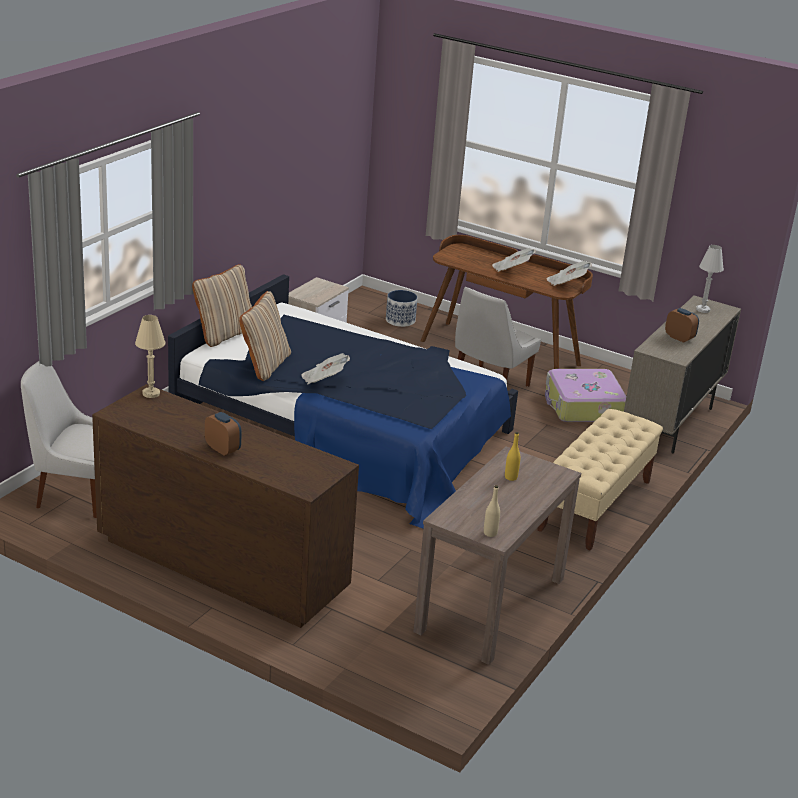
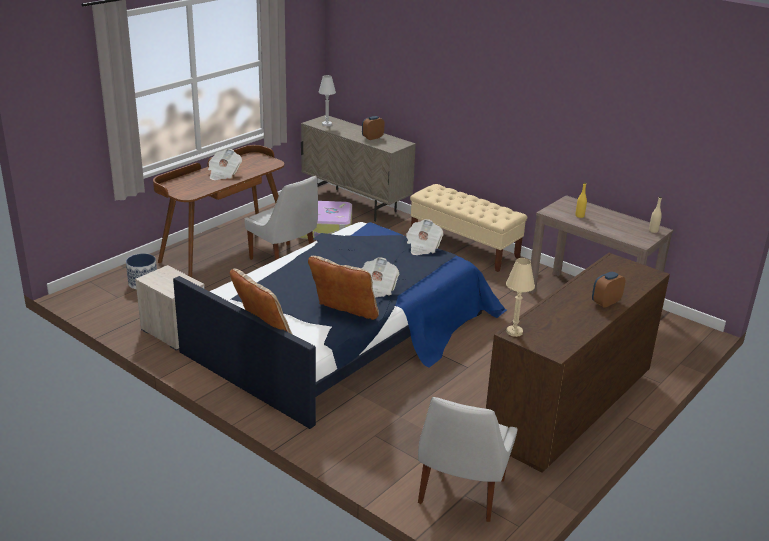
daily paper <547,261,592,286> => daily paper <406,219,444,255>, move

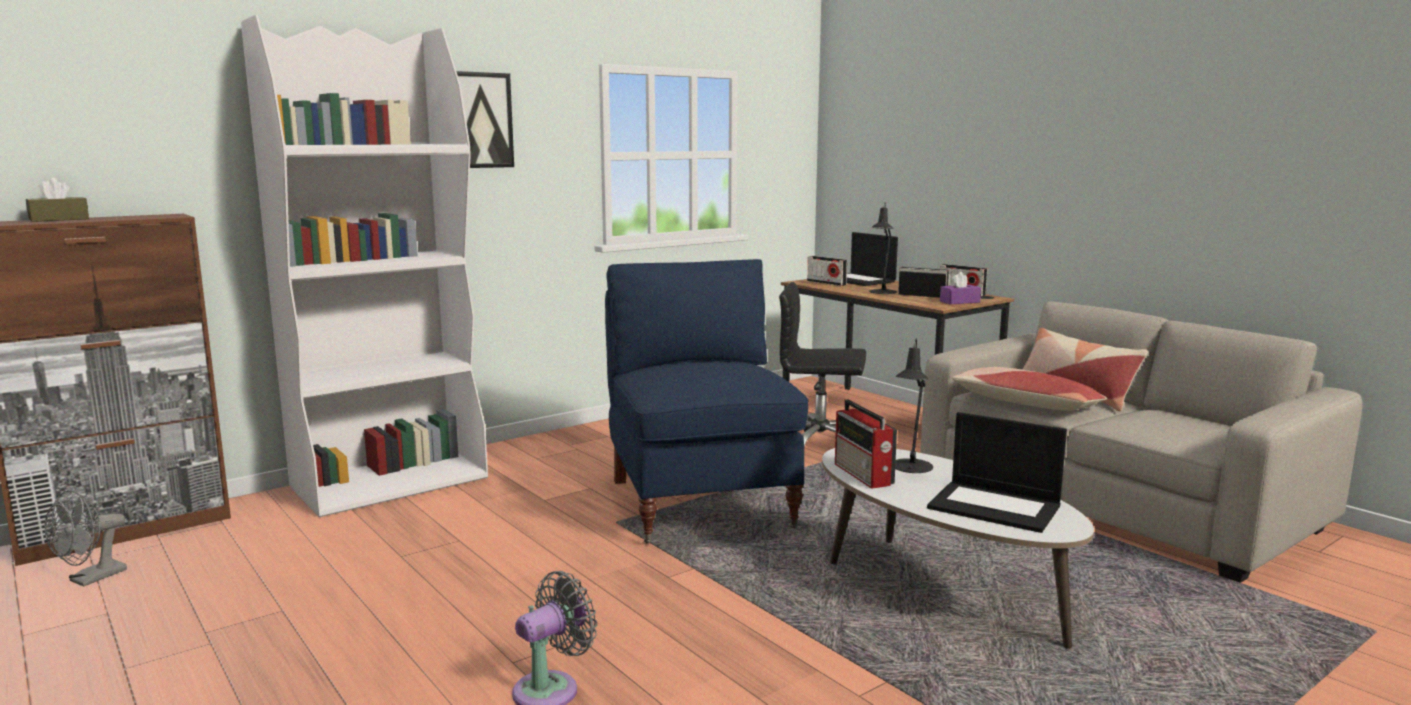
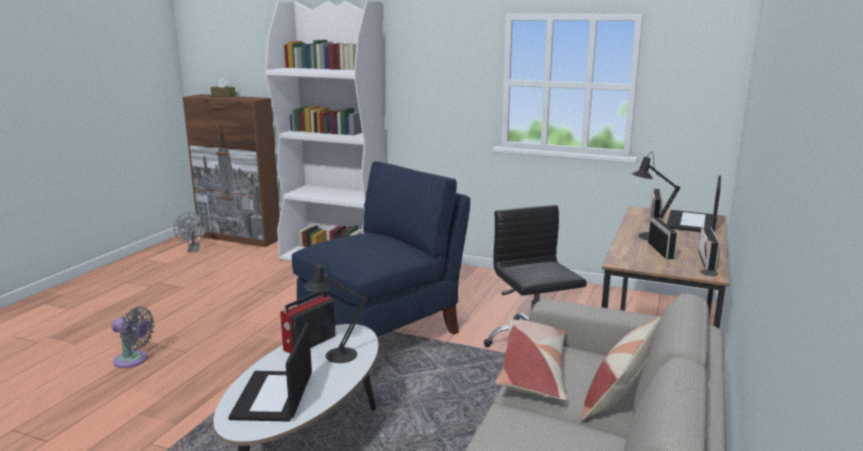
greyish cooling fan <45,490,127,586> => greyish cooling fan <174,212,207,252>, 105 degrees counterclockwise
wall art <456,71,514,168> => nothing
purplish tissue box <940,272,981,304> => nothing

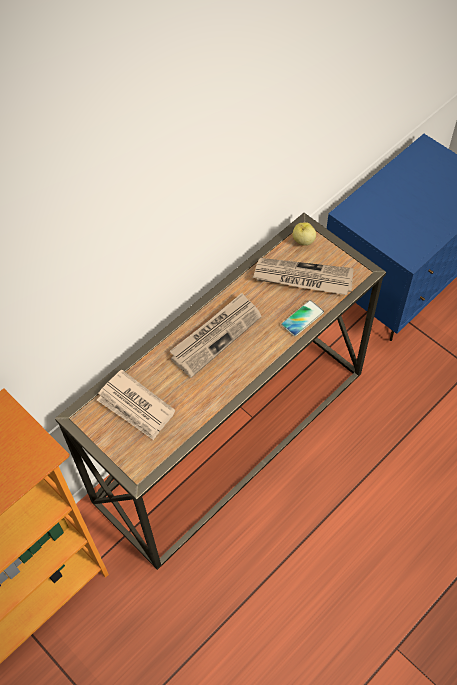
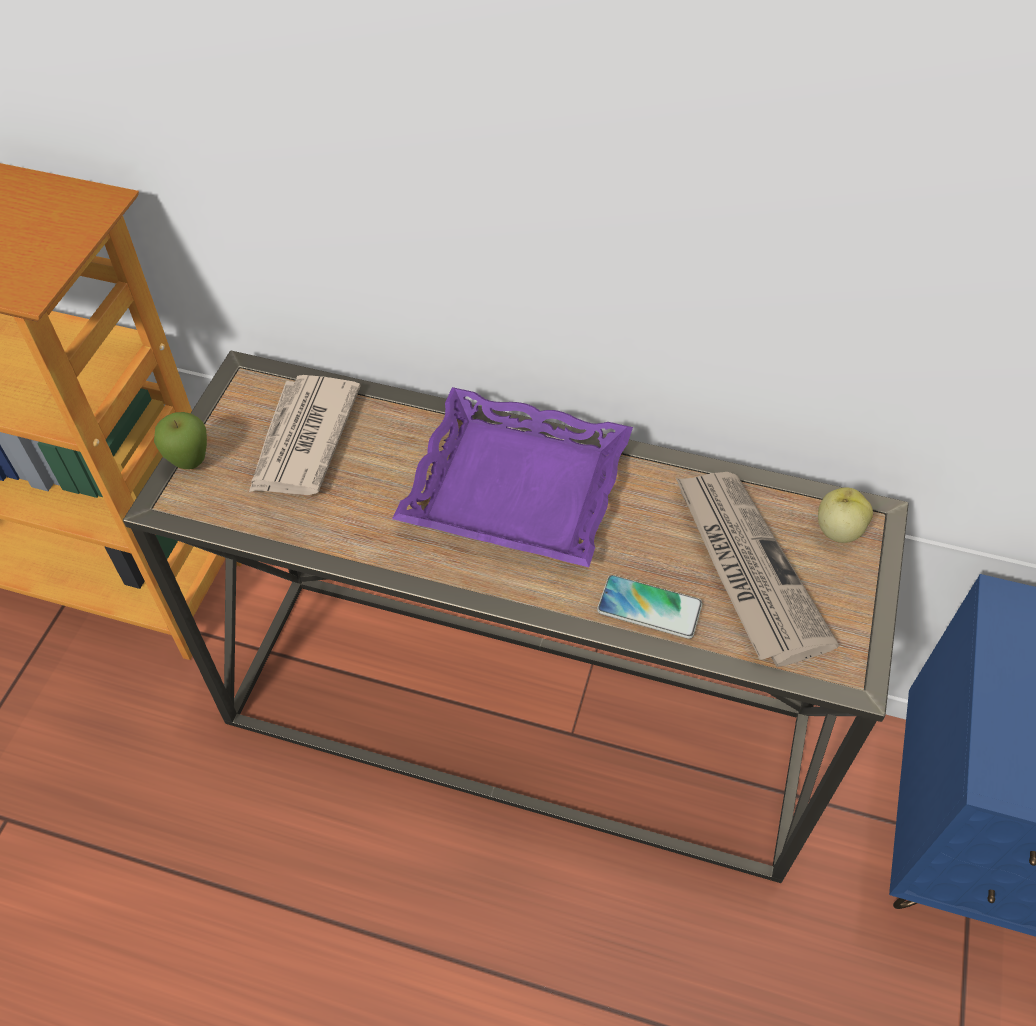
daily paper <169,293,262,378> => purplish tray <392,387,633,567>
nothing => whole apple <154,412,207,469>

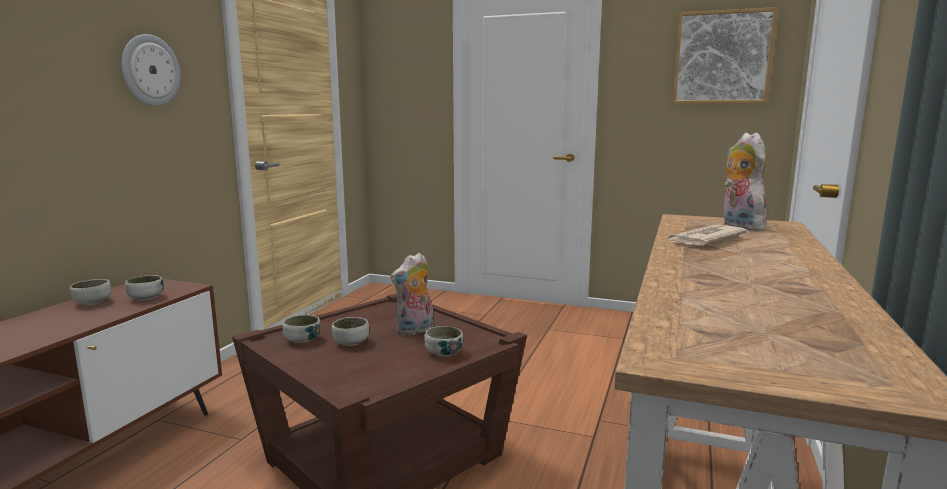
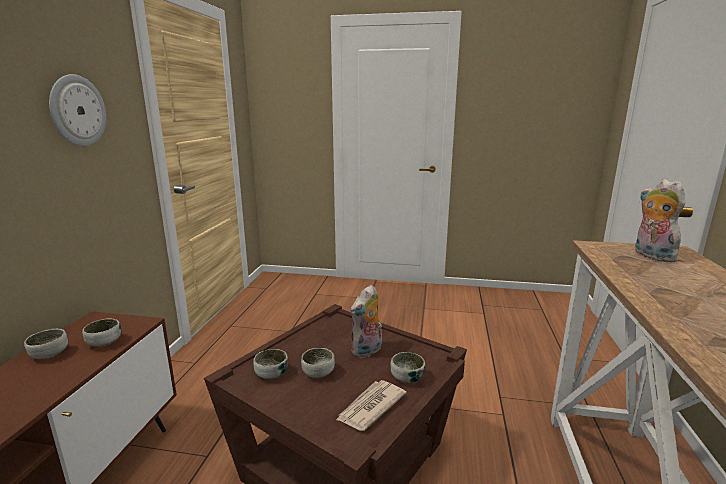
daily paper <668,225,747,246> => daily paper <336,380,406,431>, move
wall art <672,7,778,104> => nothing

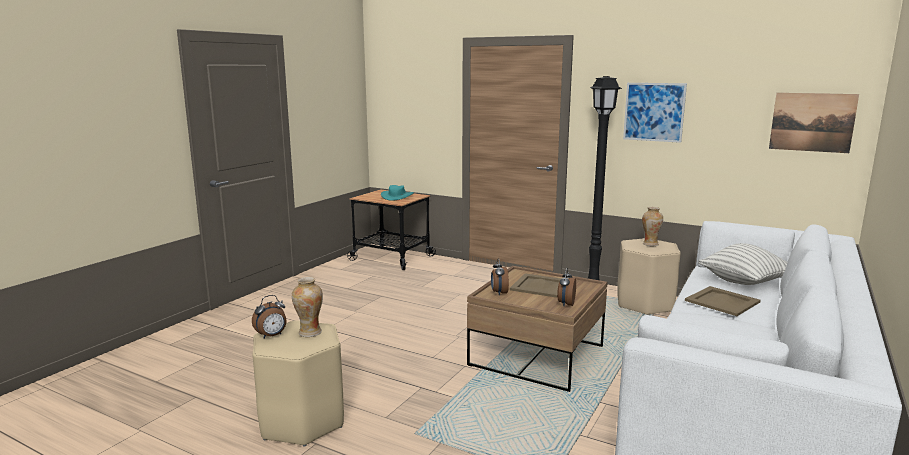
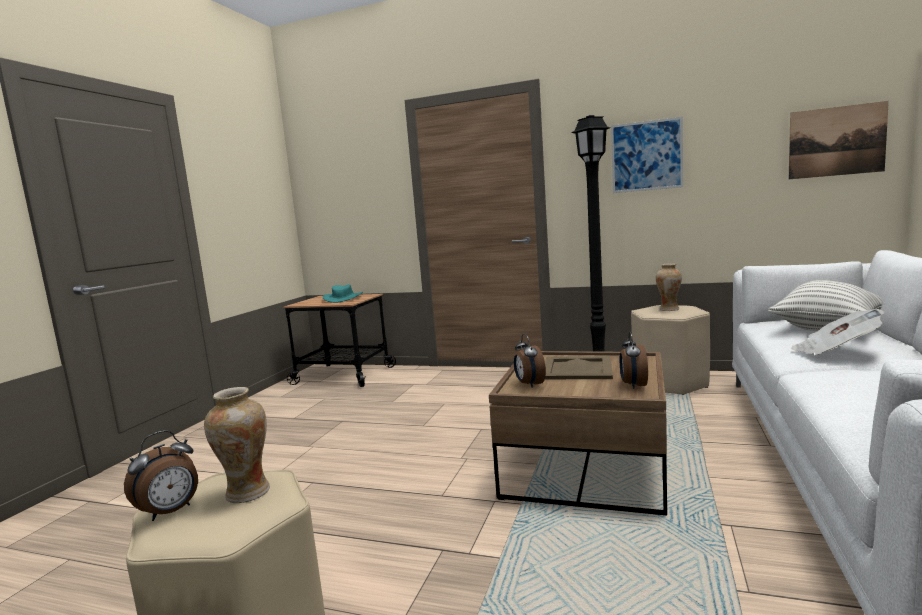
sand-coloured tray <685,286,761,316> => daily paper <791,309,885,355>

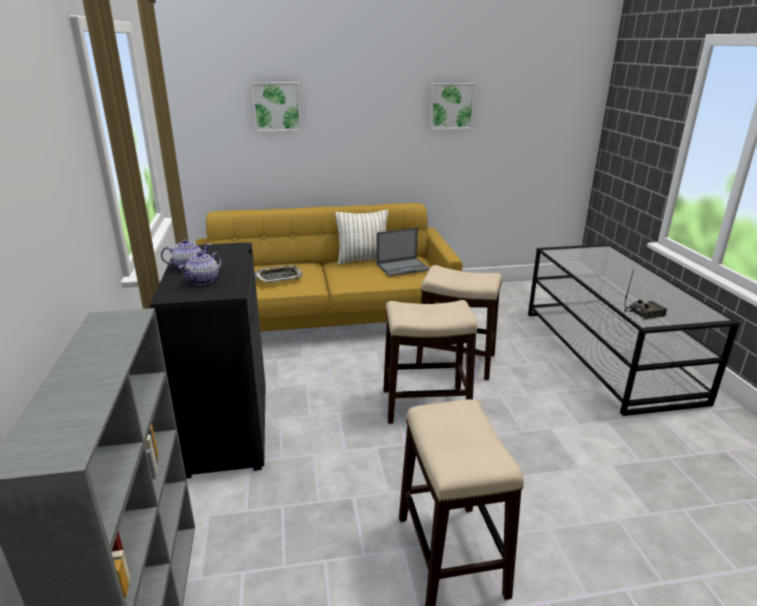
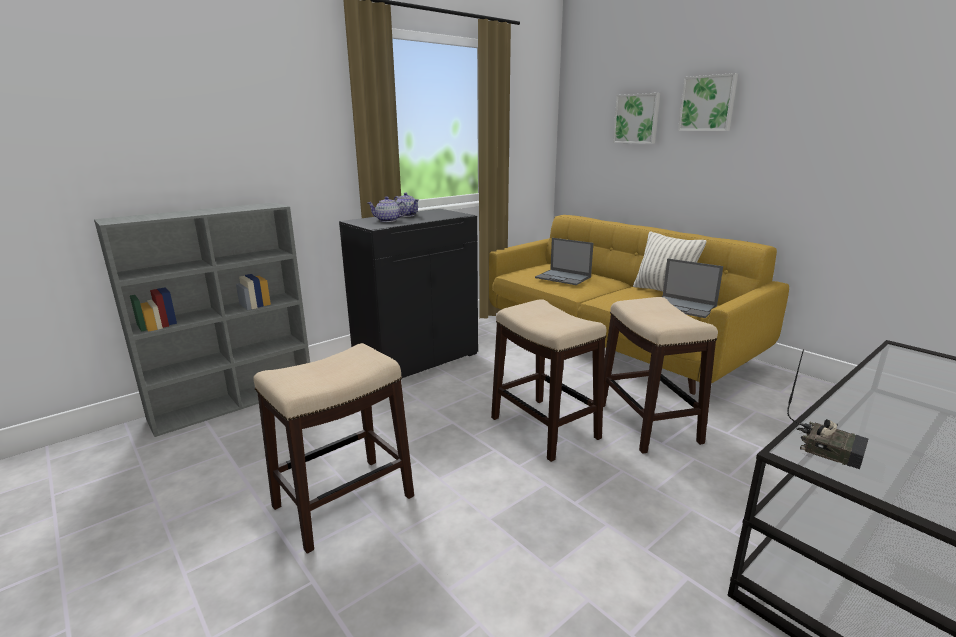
tray <255,265,303,283> => laptop <535,238,593,285>
wall art <430,83,475,130> => wall art <678,73,738,131>, move

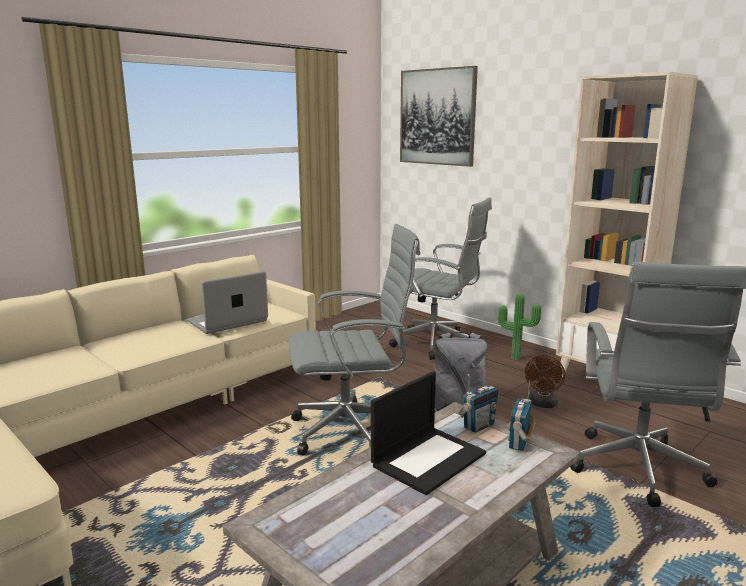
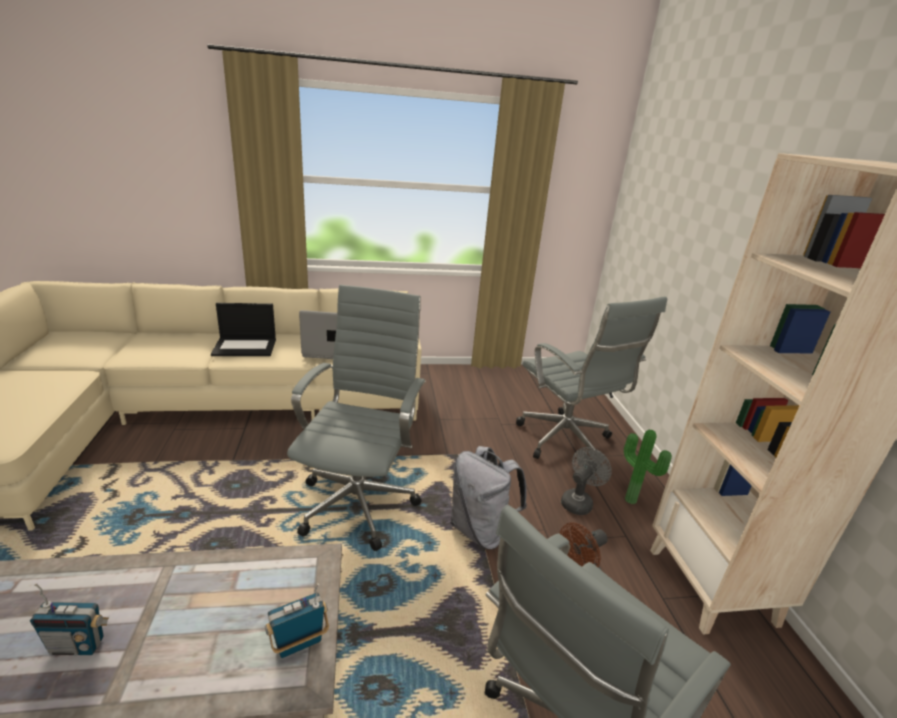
greyish desk chair <289,224,420,455> => greyish desk chair <287,285,426,551>, 105 degrees counterclockwise
laptop <371,371,486,495> => laptop <211,303,276,356>, move
wall art <400,66,478,167> => nothing
radio <459,374,498,433> => radio <30,583,109,655>, move
nothing => greyish cooling fan <561,447,612,515>

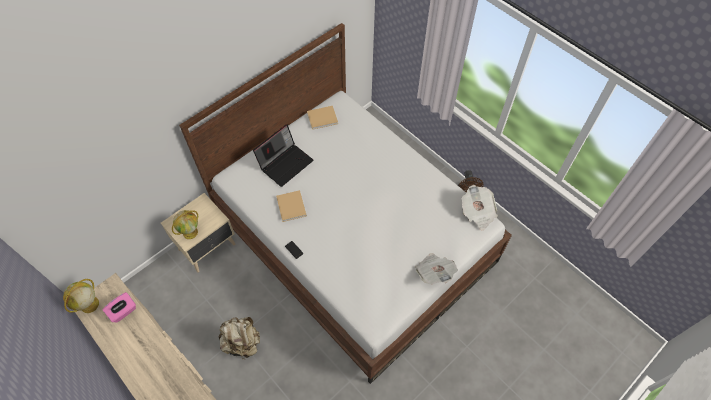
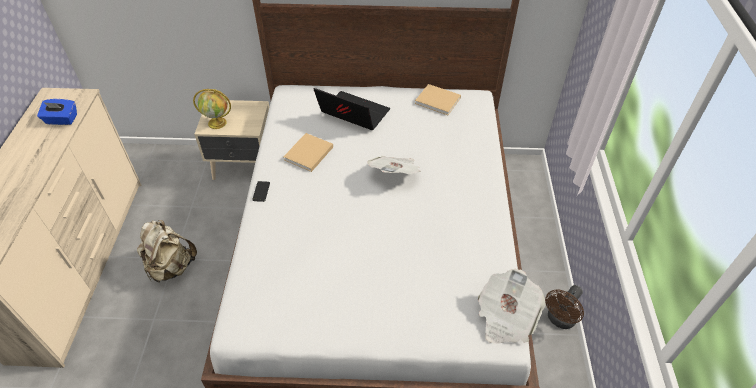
world globe <63,279,99,313> => nothing
pink-coloured tissue box <102,292,136,322> => blue-coloured tissue box <37,99,77,125>
laptop <253,124,313,187> => laptop <314,88,390,130>, 150 degrees counterclockwise
daily paper <415,253,458,284> => daily paper <367,156,421,174>, move

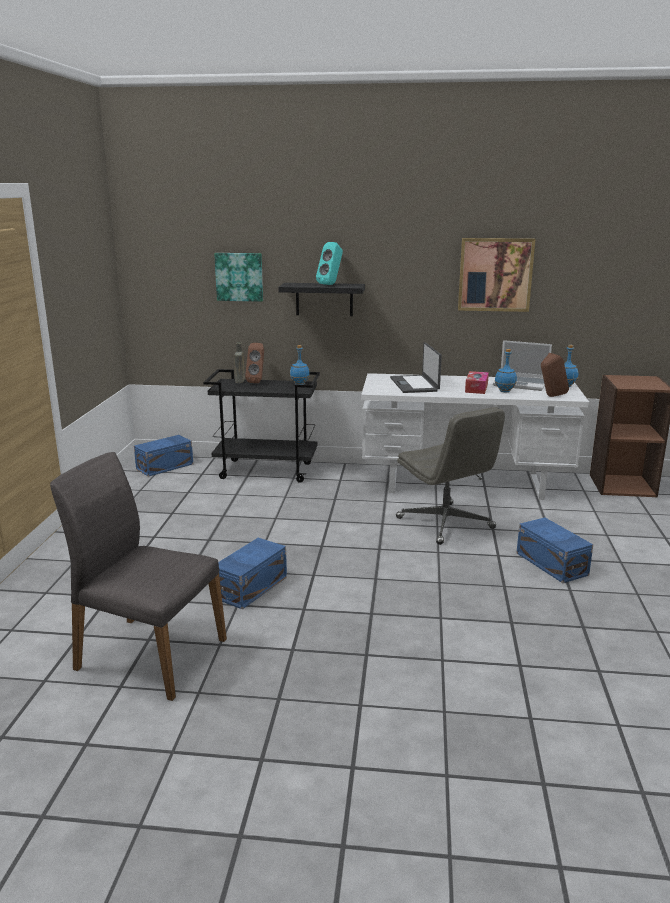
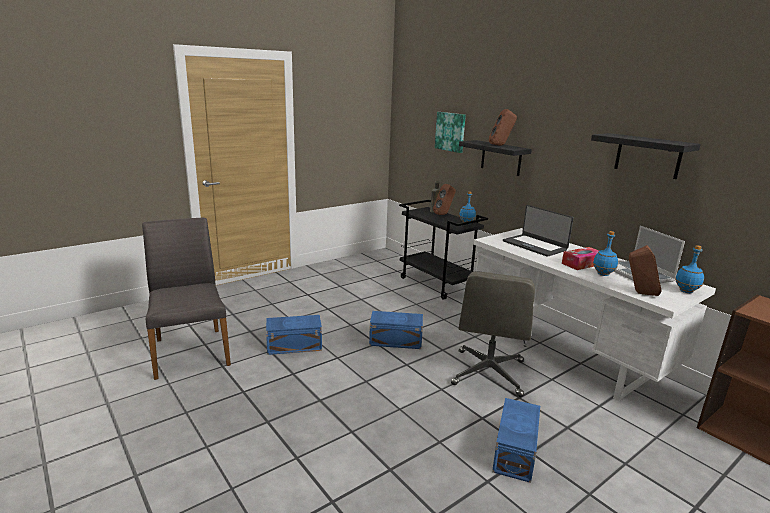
blue-coloured storage box <134,435,193,477> => blue-coloured storage box <369,311,423,349>, move
blue-green audio speaker <316,242,343,285> => brownish audio speaker <489,109,517,146>
laptop <390,342,442,393> => laptop <503,205,574,257>, 75 degrees counterclockwise
wall art <458,238,535,312> => black bracket shelf <591,133,701,179>

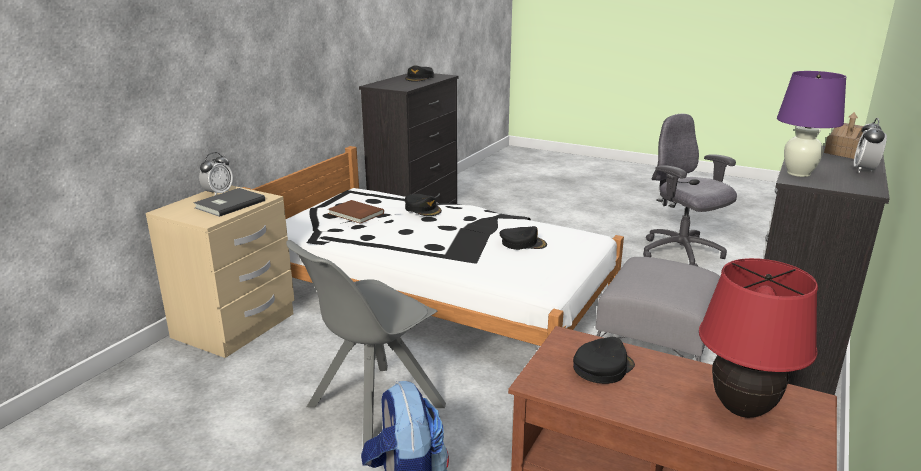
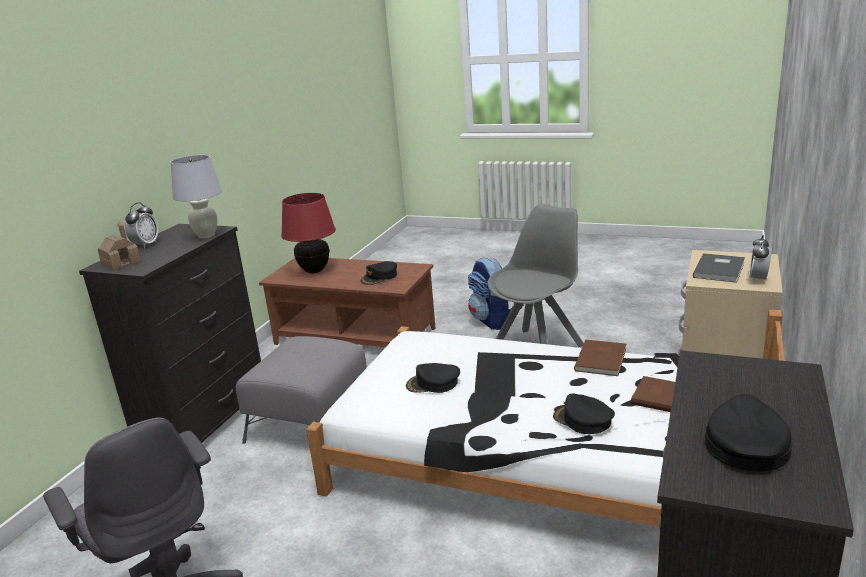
purplish table lamp <777,71,846,177> => white-coloured table lamp <170,155,222,238>
nothing => brownish bound book <574,339,626,376>

